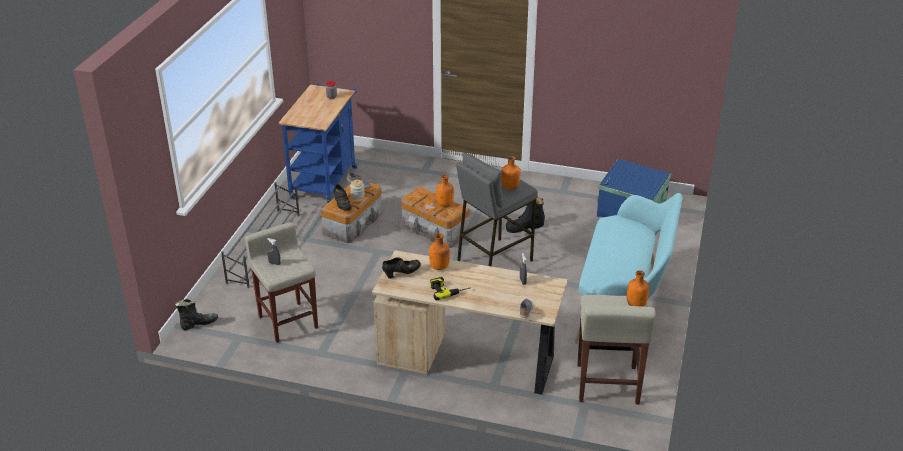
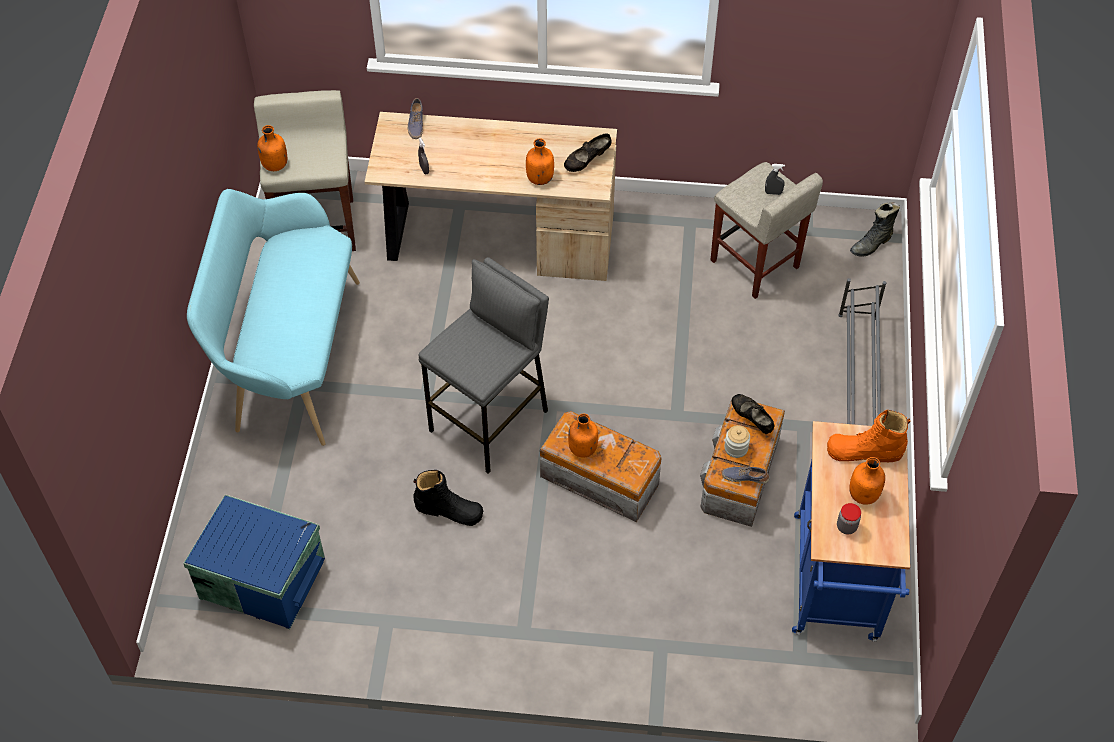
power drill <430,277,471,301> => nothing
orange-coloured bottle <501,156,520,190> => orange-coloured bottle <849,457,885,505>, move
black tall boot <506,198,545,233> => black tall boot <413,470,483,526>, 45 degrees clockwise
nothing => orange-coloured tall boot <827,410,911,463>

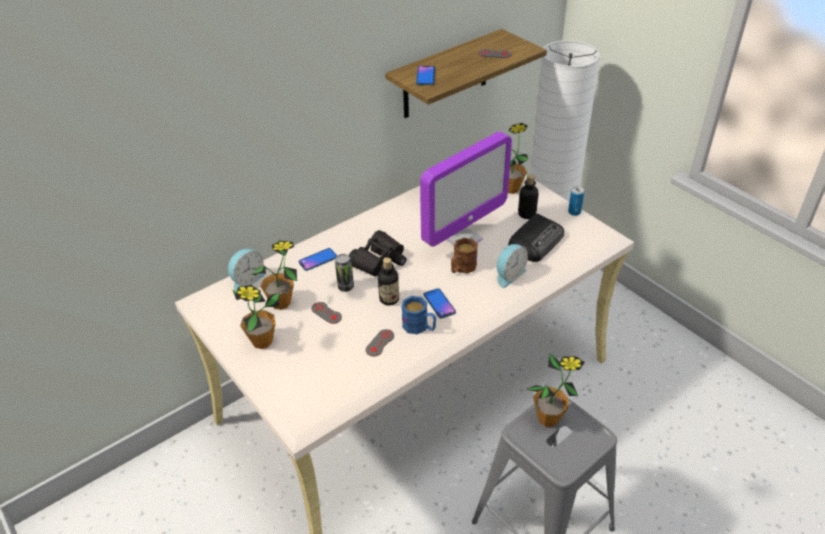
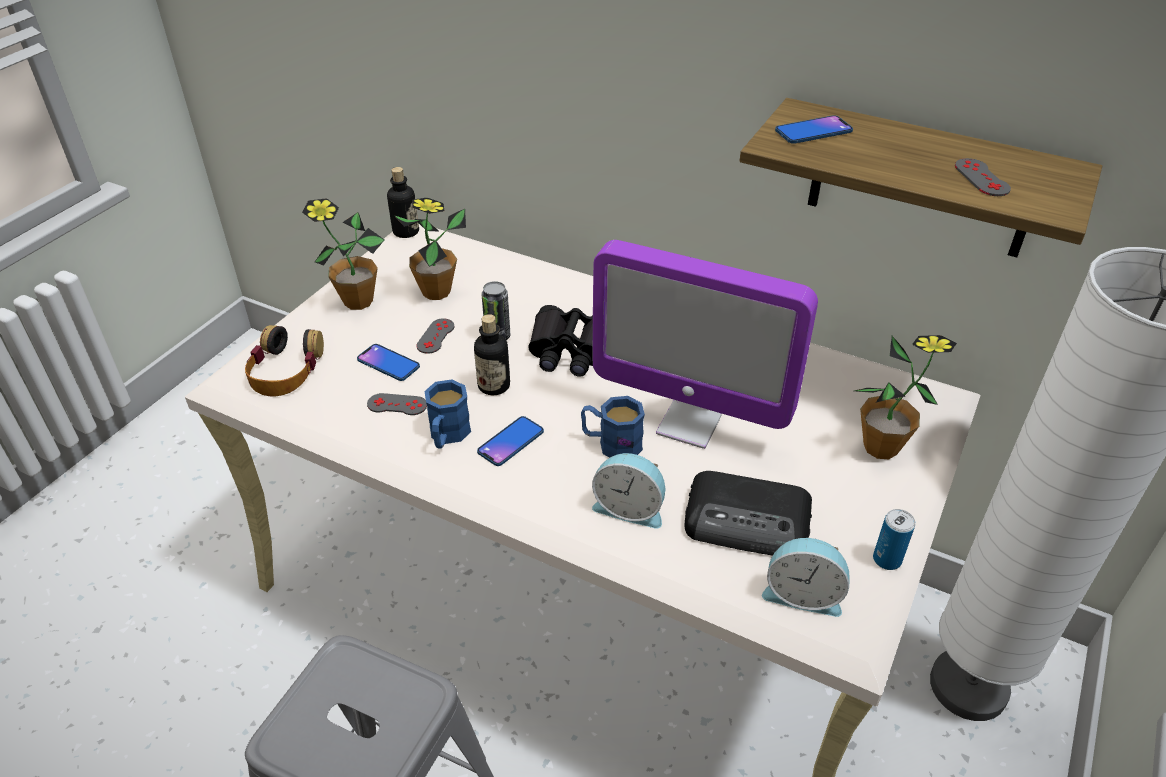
table clock <228,249,266,291> => table clock <762,538,850,617>, move
telephone <298,248,337,271> => telephone <357,344,420,381>, move
brownish coffee mug <451,238,478,274> => blue-coloured coffee mug <581,396,645,458>
bottle <518,174,539,219> => bottle <387,167,419,238>, move
houseplant <527,354,585,427> => nothing
nothing => pair of headphones <245,325,324,396>

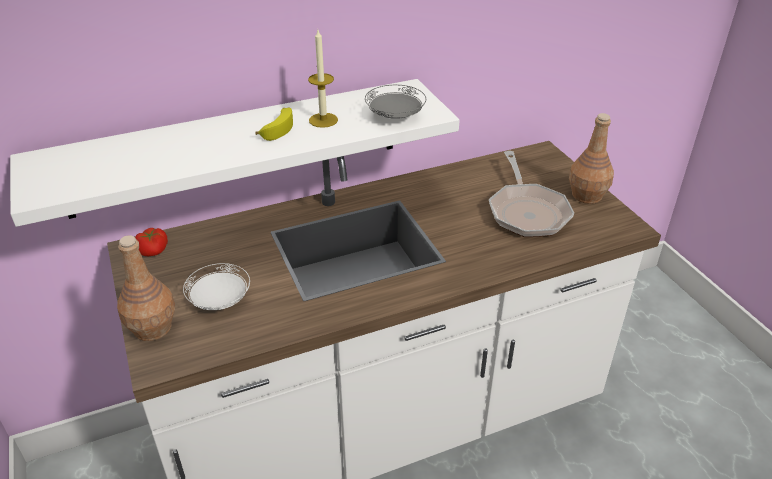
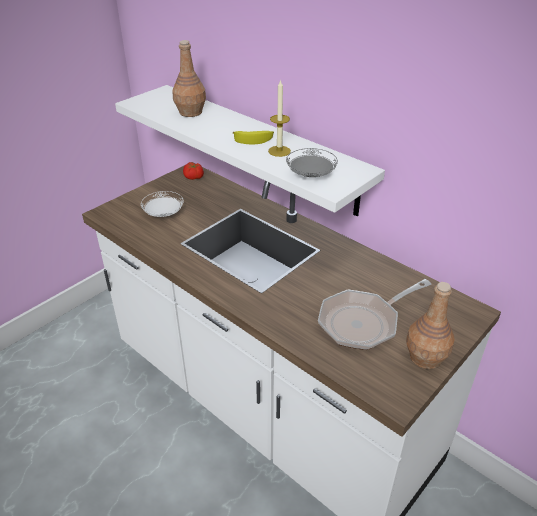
brownish bottle <117,235,175,341> => brownish bottle <172,40,206,117>, move

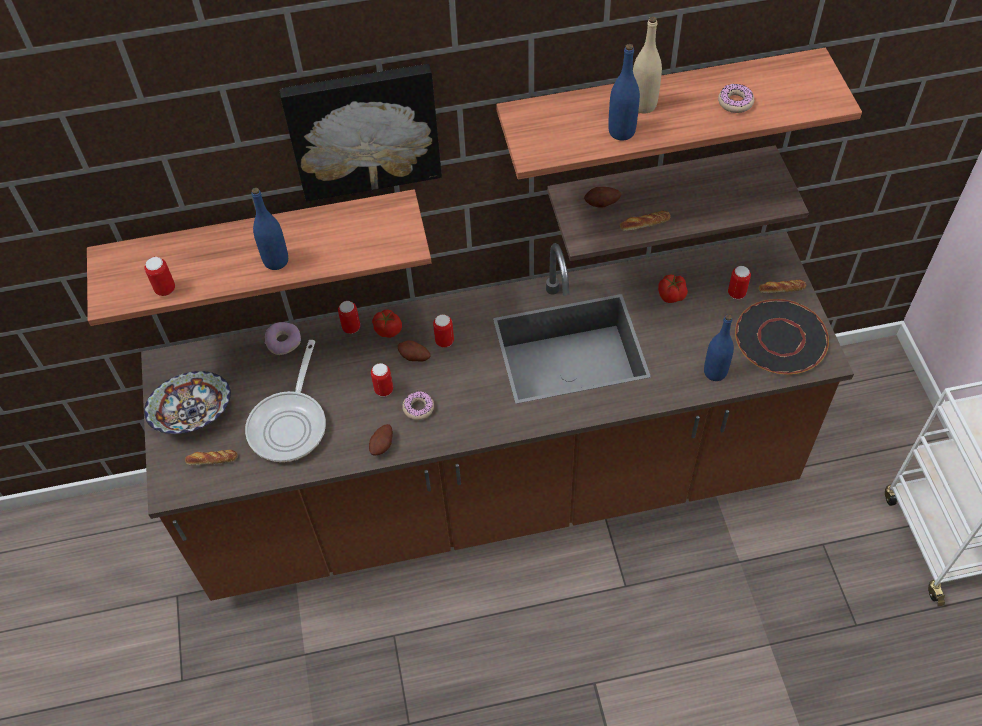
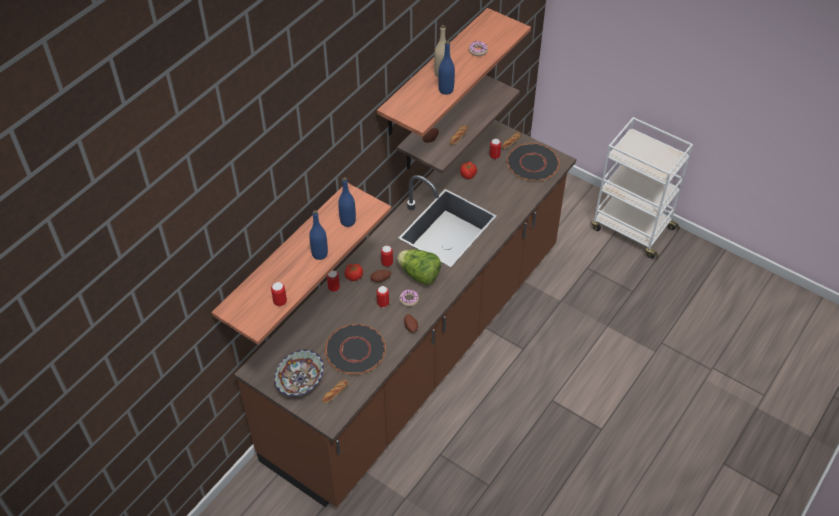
skillet <245,340,326,462> => black dinner plate <325,324,386,374>
ring doughnut <265,322,301,355> => nothing
wall art <280,64,442,201> => nothing
blue-coloured bottle <704,314,734,381> => blue-coloured bottle <338,177,356,227>, move
nothing => lettuce <397,249,441,285>

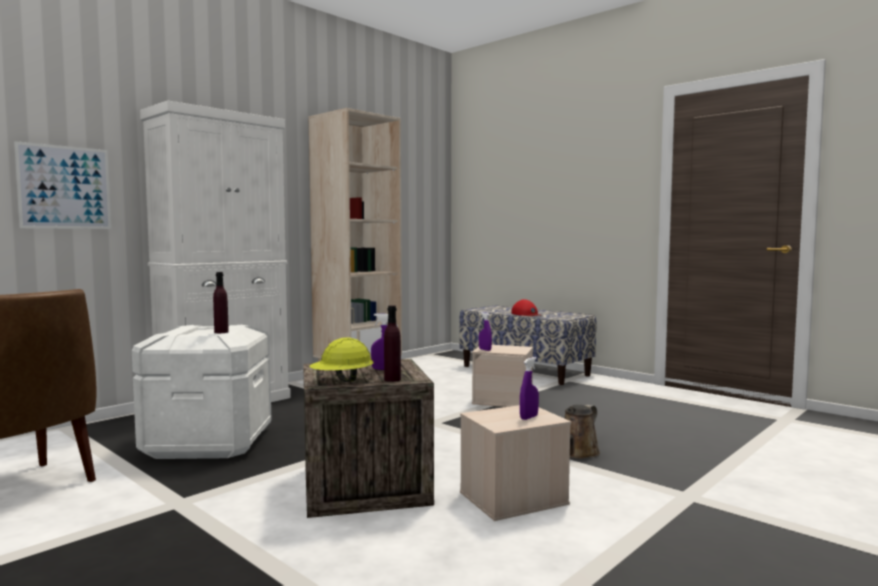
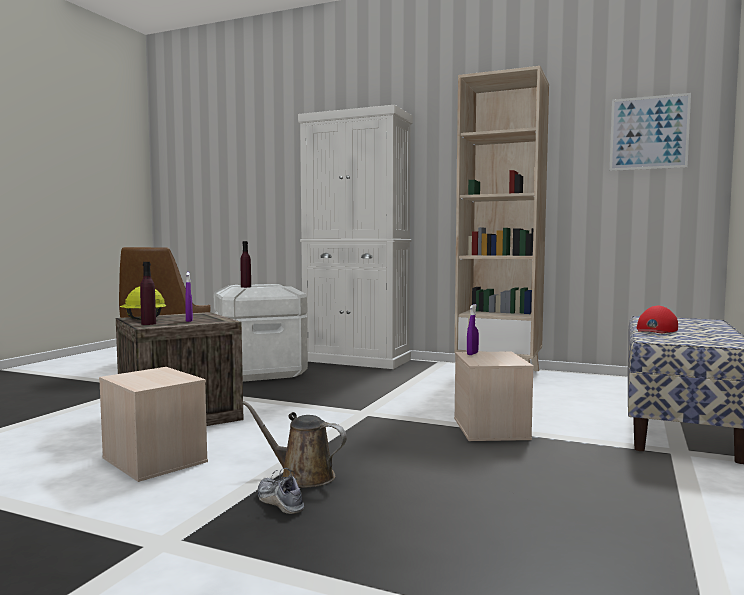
wall art <14,141,111,229> => wall art <610,93,691,171>, move
purplish hand sprayer <520,357,539,420> => nothing
nothing => shoe <258,468,304,514>

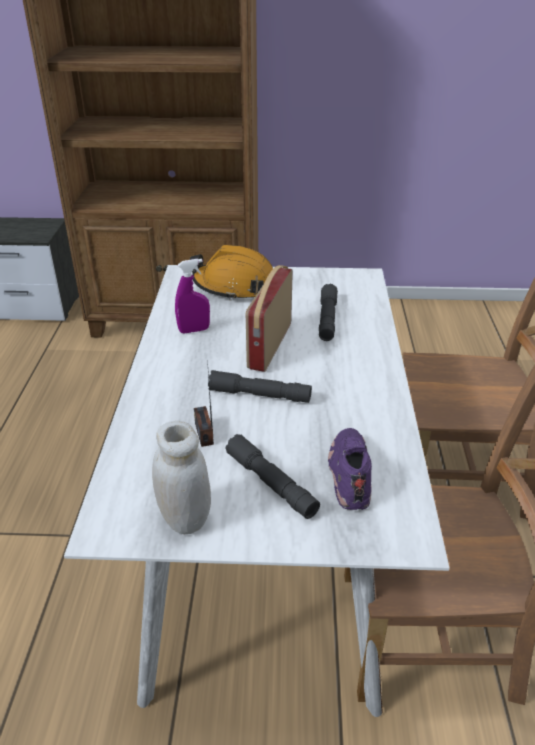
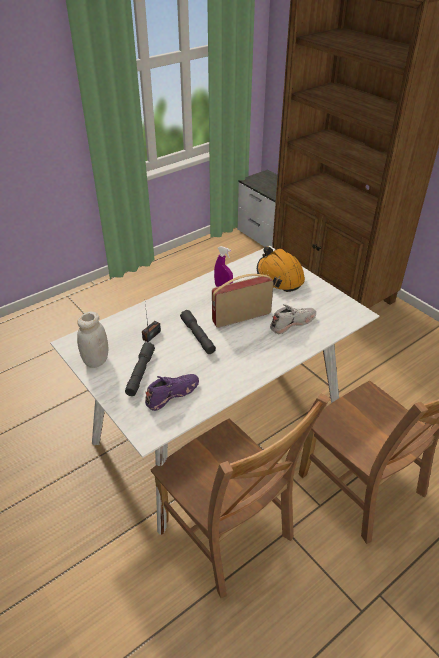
greyish hand torch <319,284,338,341> => white-coloured shoe <270,304,316,334>

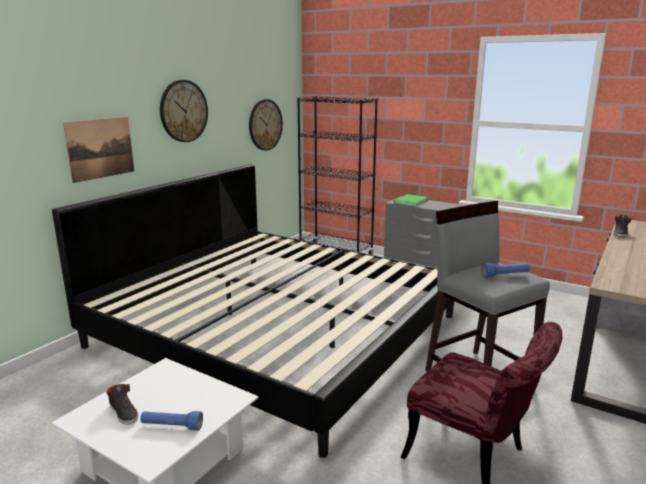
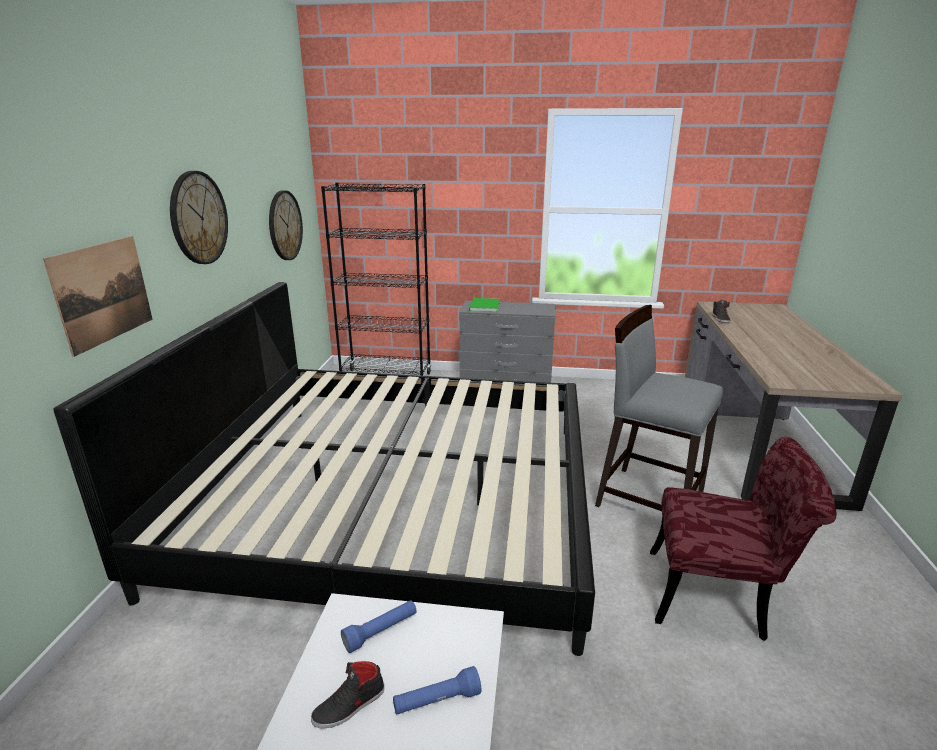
black shoe <106,384,138,424> => black shoe <311,661,384,728>, 120 degrees clockwise
blue-coloured hand torch <481,263,530,278> => blue-coloured hand torch <341,600,417,653>, move

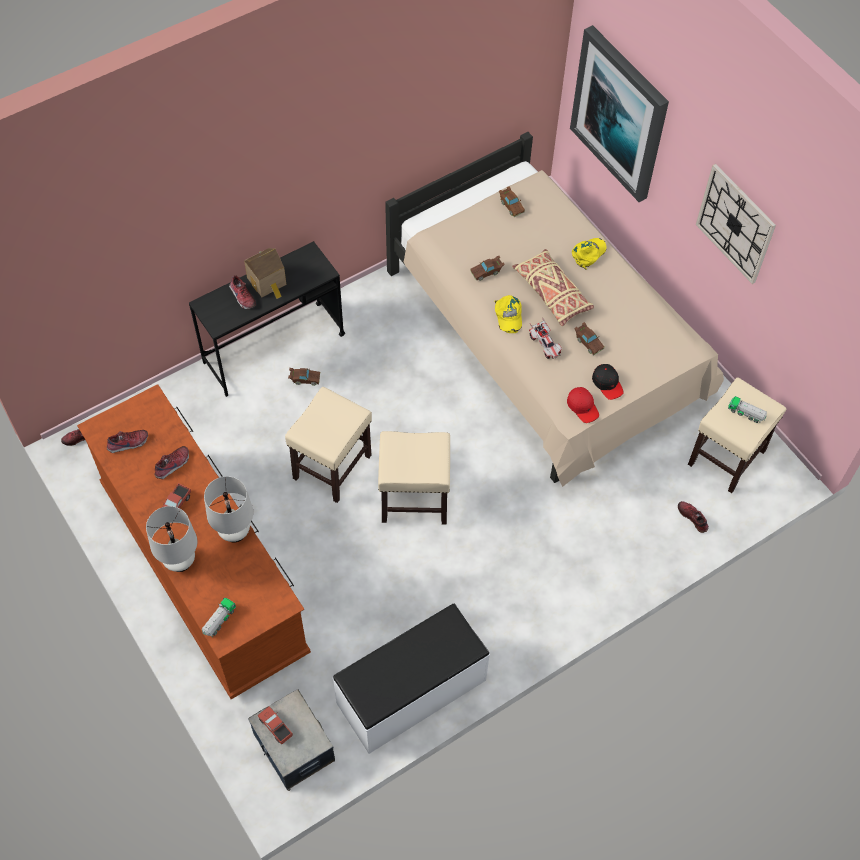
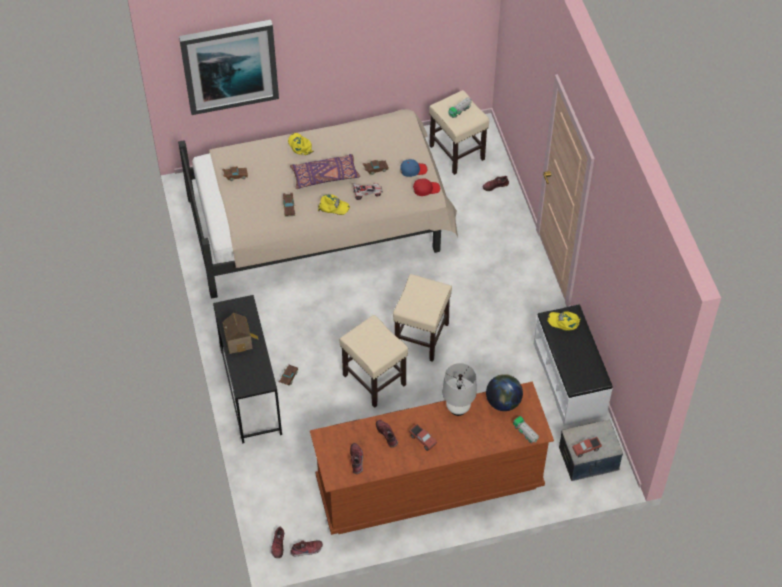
white-coloured table lamp <146,506,197,572> => nothing
shoe <229,275,256,309> => shoe <290,540,323,557>, move
sand-coloured cushion <512,249,594,326> => purplish cushion <290,154,361,189>
black peaked cap <592,364,624,400> => blue-coloured peaked cap <400,159,427,177>
wall clock <696,164,776,284> => nothing
nothing => world globe <486,374,523,411>
nothing => yellowish peaked cap <547,311,581,331>

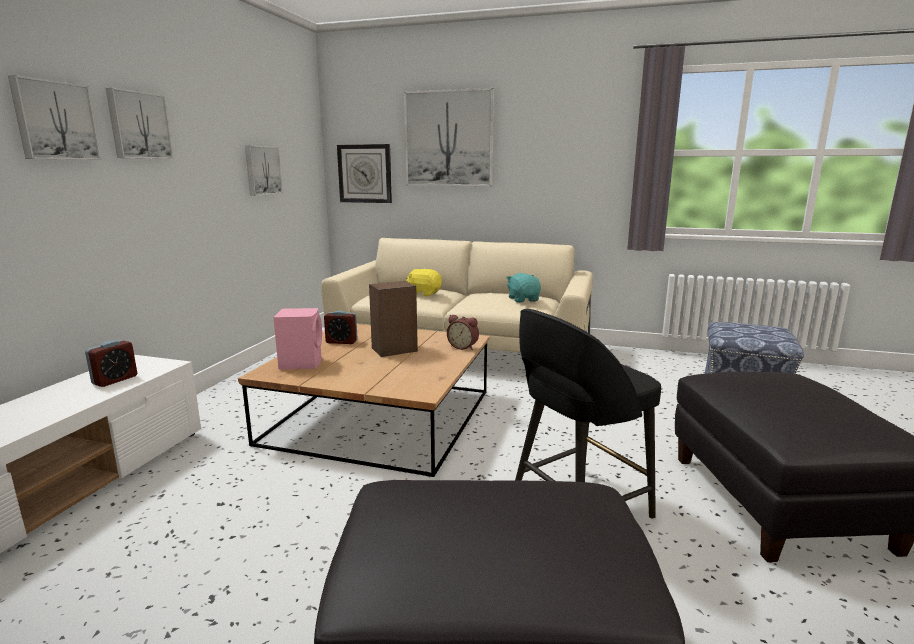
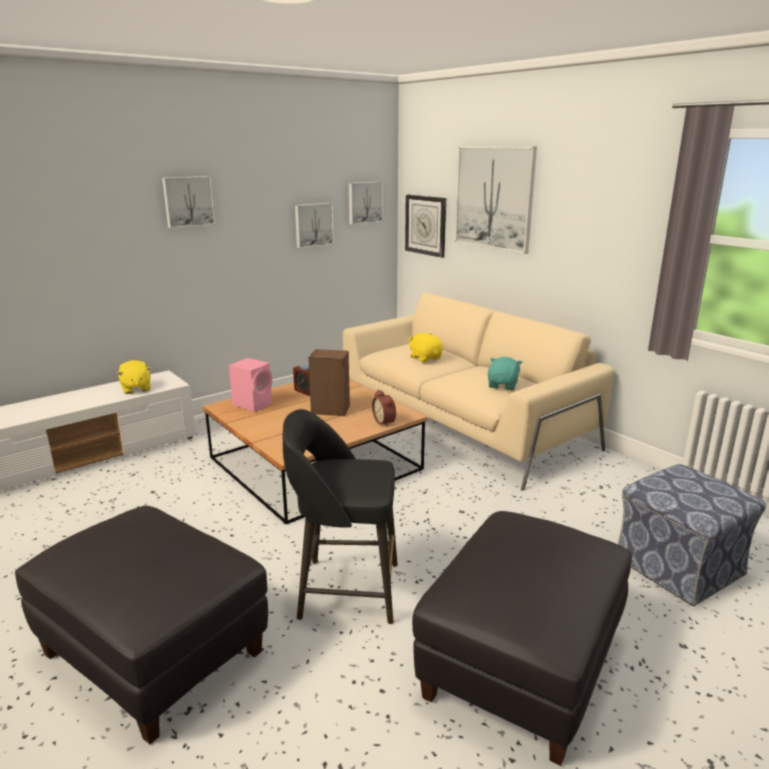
wall art <8,75,101,160> => wall art <349,182,383,225>, move
table clock <85,340,137,387> => yellowish plush toy <117,360,151,394>

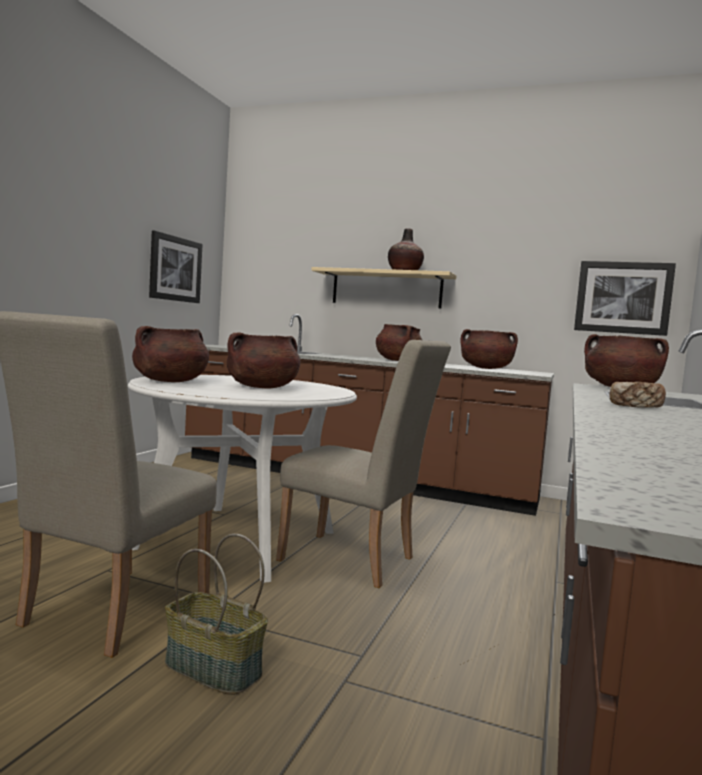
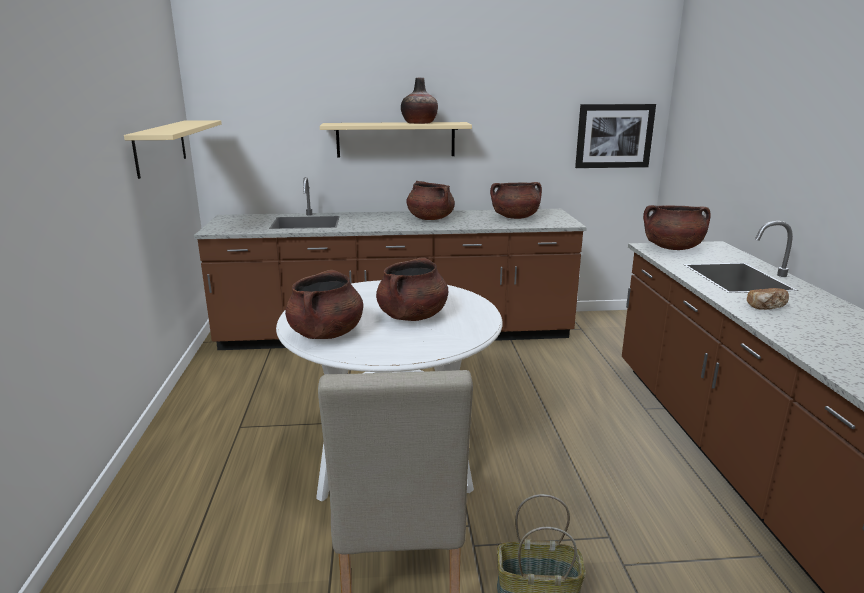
wall art <149,230,203,303> => sand-coloured bracket shelf <124,120,222,179>
sand-coloured upright chair <276,340,451,588> => nothing

